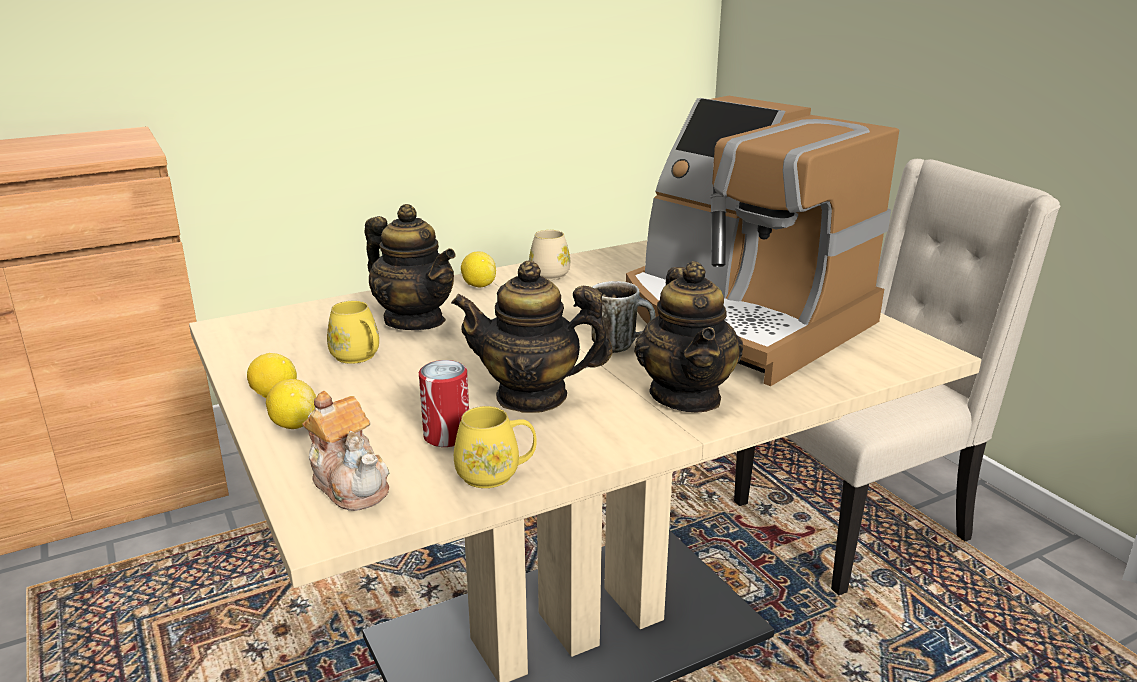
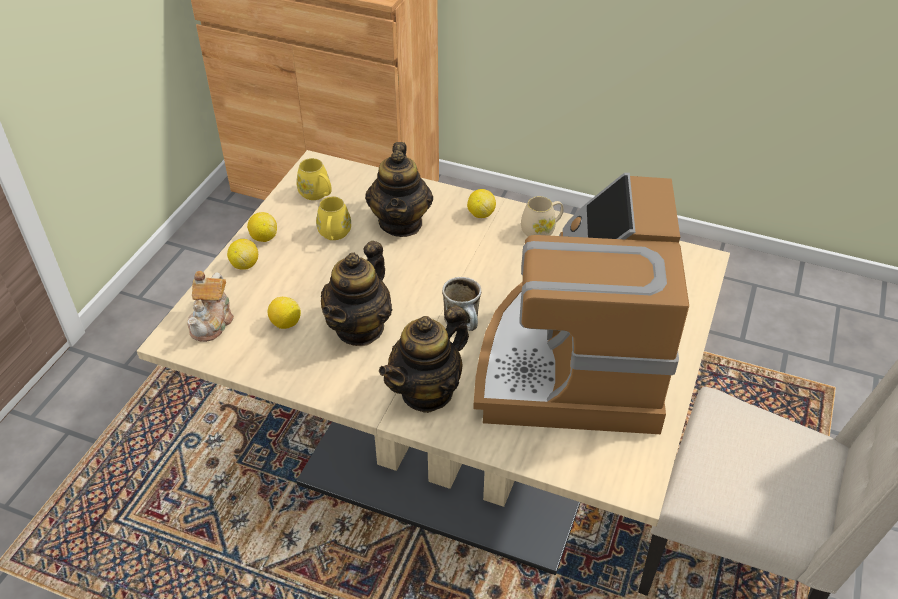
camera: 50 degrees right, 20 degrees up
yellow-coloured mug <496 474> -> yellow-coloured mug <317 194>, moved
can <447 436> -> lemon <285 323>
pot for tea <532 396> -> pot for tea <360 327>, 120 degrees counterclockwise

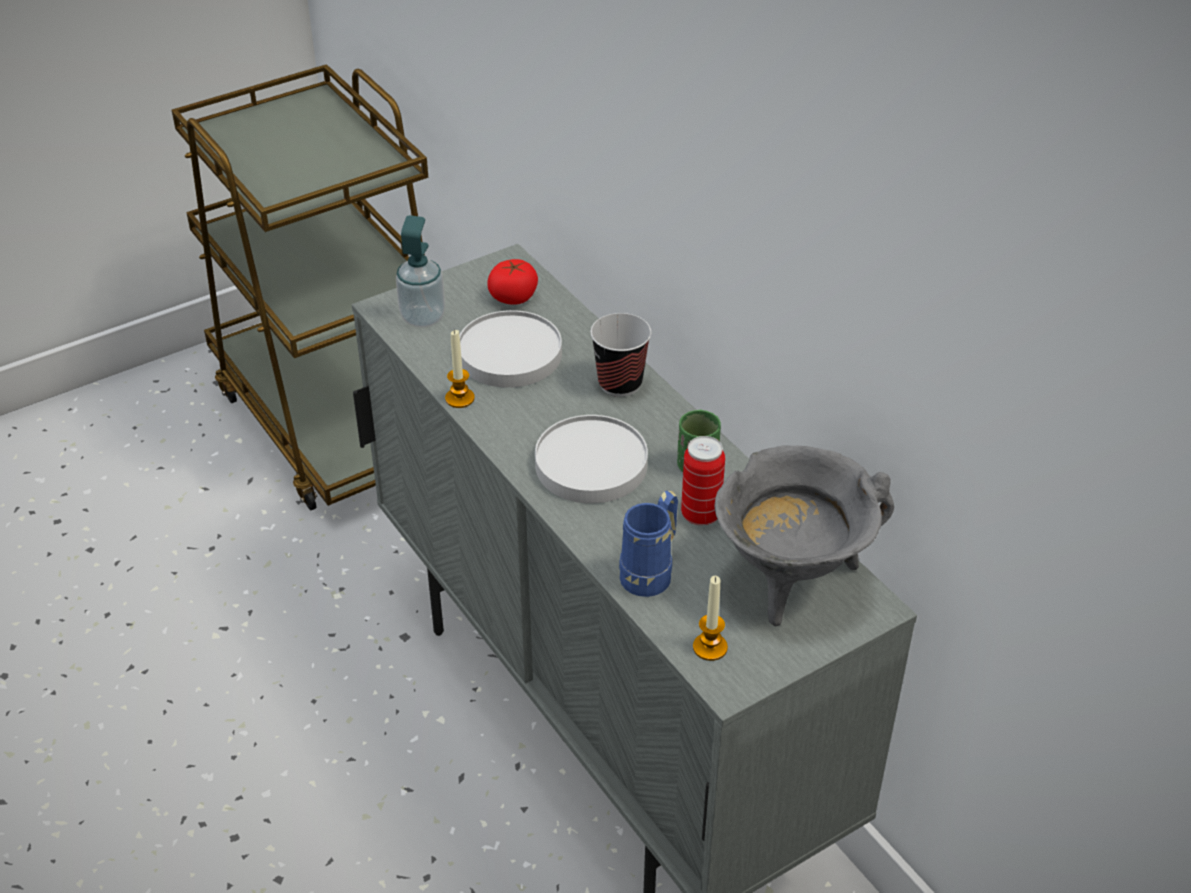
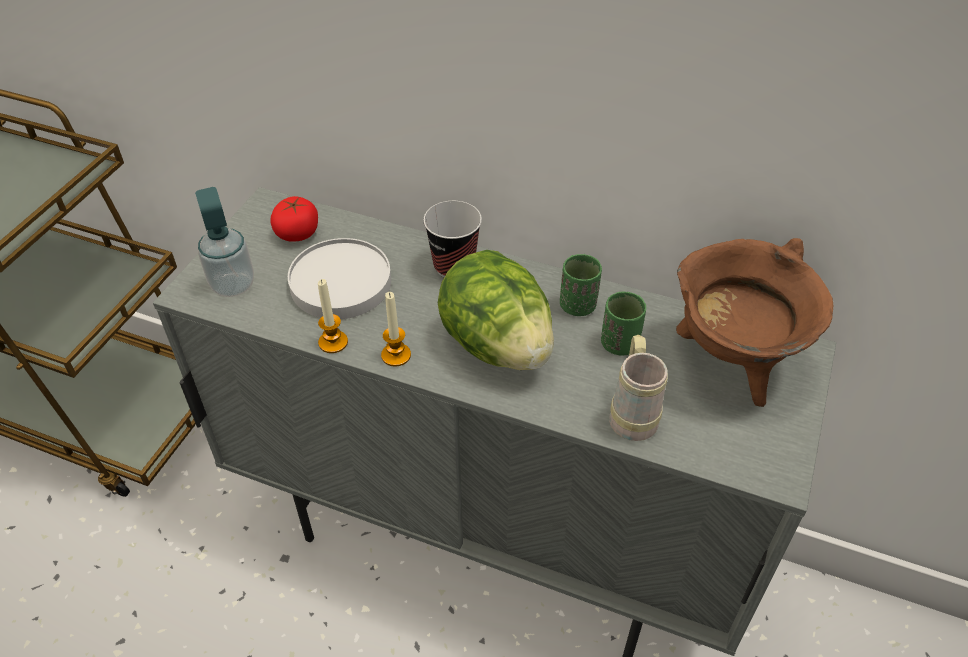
camera: 35 degrees left, 5 degrees up
wax candle <710 647> -> wax candle <396 355>, moved
white plate <592 464> -> head of lettuce <497 345>
can <700 515> -> green-coloured small cup <619 344>
blue mug <652 572> -> sand-coloured mug <632 413>
greyish saucepot <791 580> -> brownish saucepot <733 362>

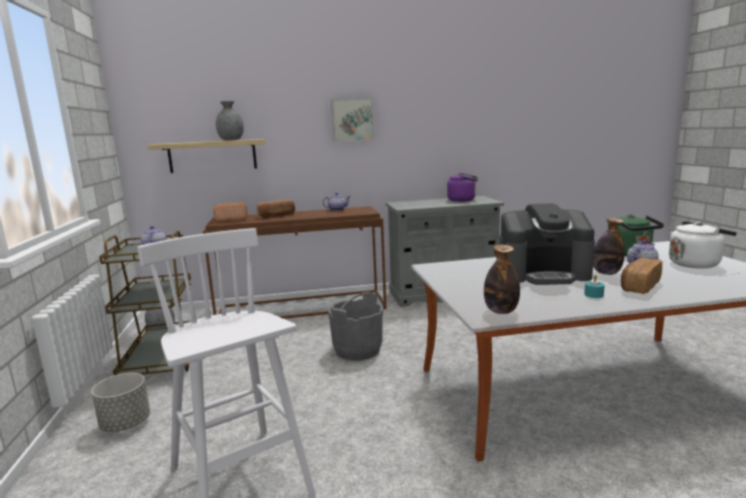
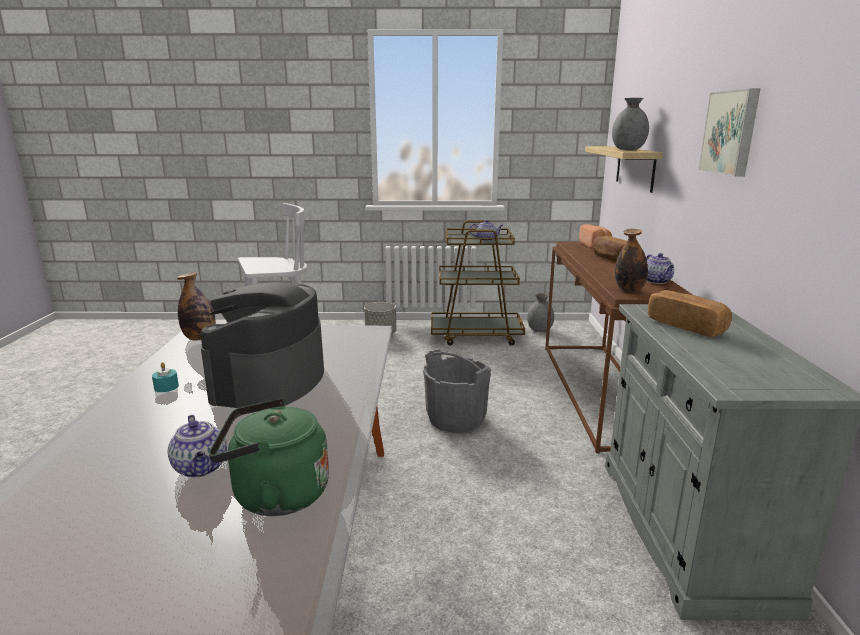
camera: 100 degrees right, 5 degrees up
purple-coloured kettle <463 200> -> none
white kettle <695 264> -> none
beverage bottle <606 273> -> beverage bottle <629 290>, moved
bread <639 286> -> bread <686 326>, moved

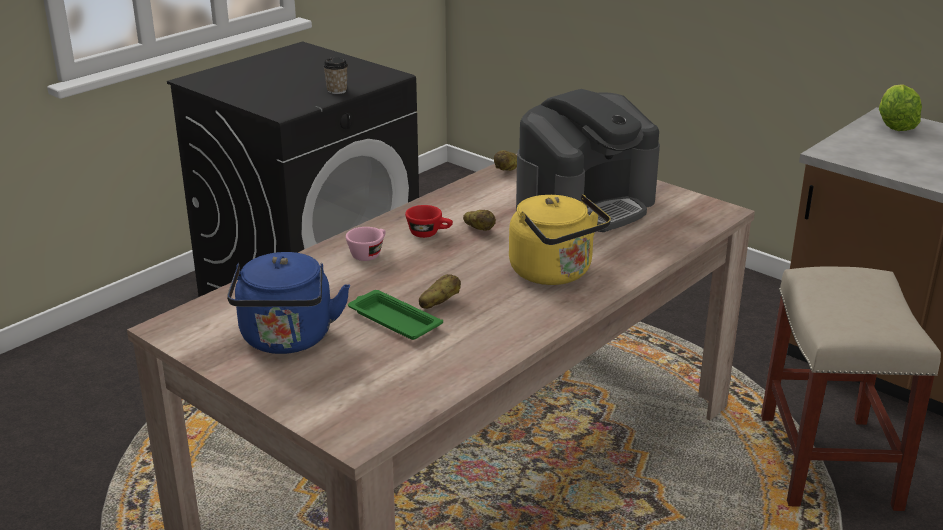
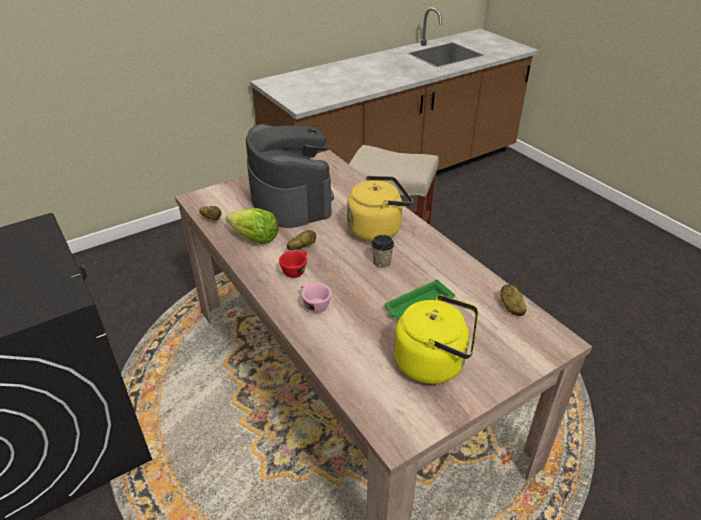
camera: 75 degrees left, 10 degrees up
small cup <337 91> -> small cup <382 262>, moved
potato <439 303> -> potato <511 307>, moved
head of lettuce <895 125> -> head of lettuce <254 238>, moved
blue kettle <287 340> -> yellow-coloured kettle <434 363>

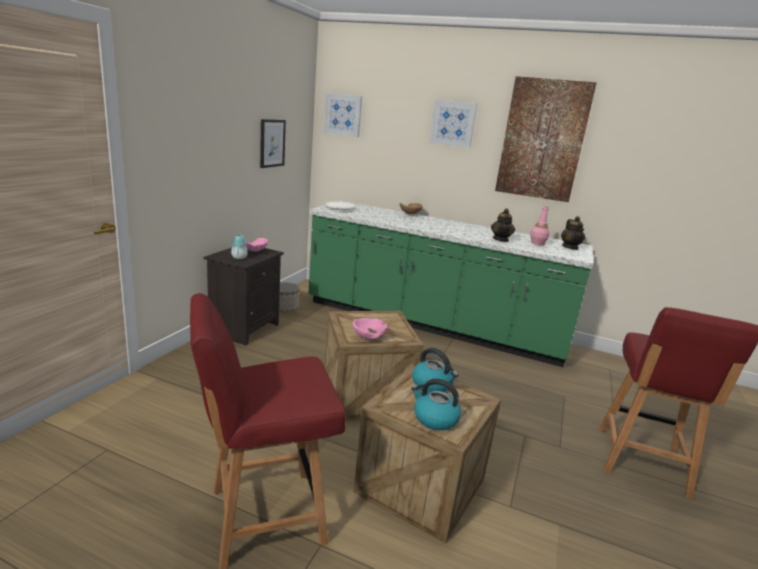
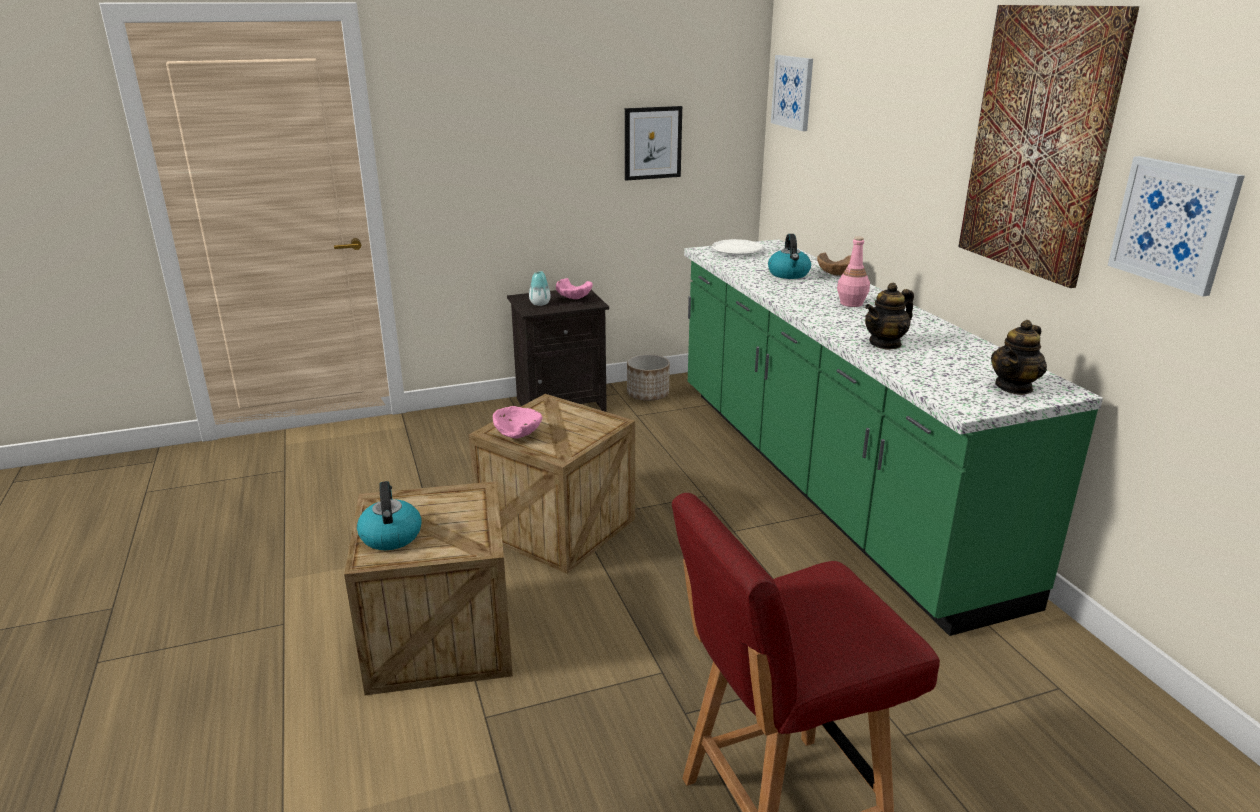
camera: 50 degrees right, 5 degrees up
red chair <263 516> -> none
kettle <432 385> -> kettle <789 274>, moved
wall picture <453 123> -> wall picture <1173 223>, moved
pink-coloured beverage bottle <537 243> -> pink-coloured beverage bottle <851 303>, moved

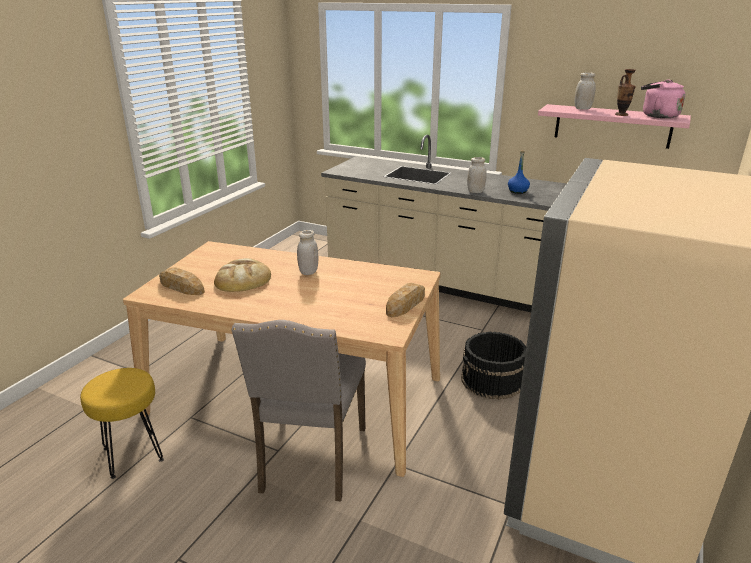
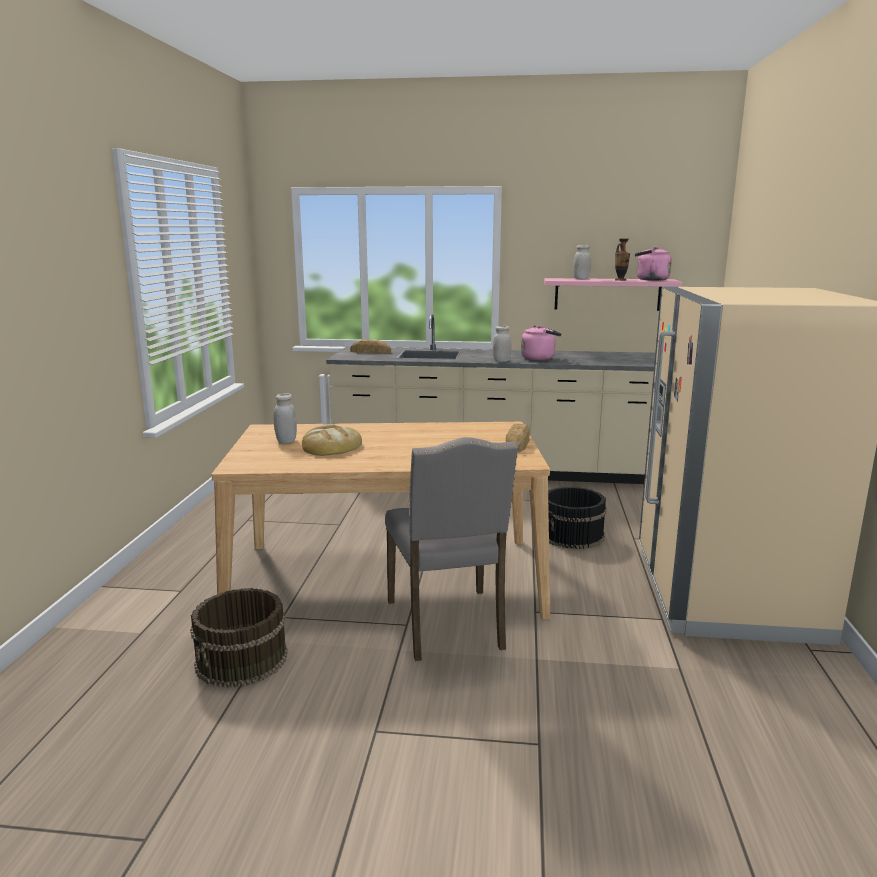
camera: 20 degrees left, 10 degrees down
bread <181 286> -> bread <370 352>, moved
white preserve jar <308 272> -> white preserve jar <286 441>, moved
yellow-coloured sitting stool <134 454> -> brownish pail <242 660>
blue beverage bottle <518 191> -> pink-coloured kettle <539 358>

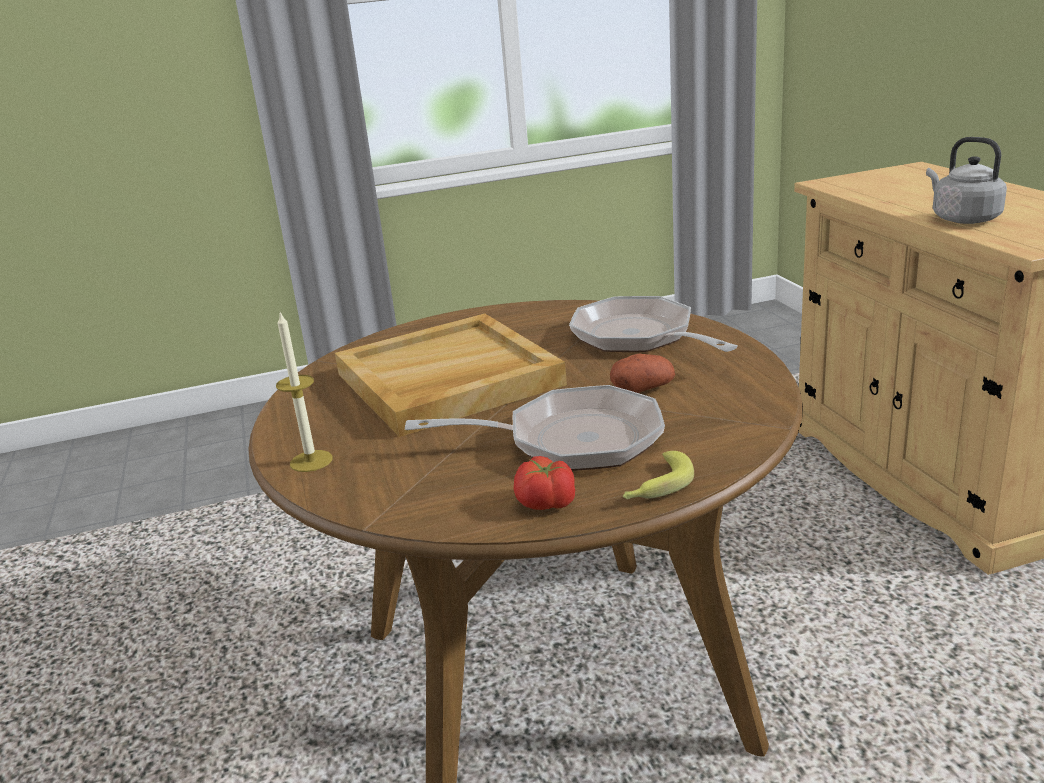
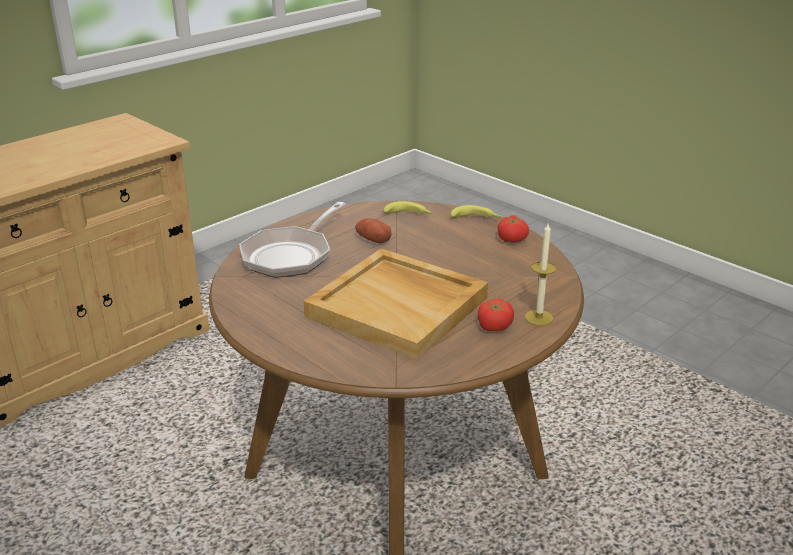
camera: 120 degrees left, 5 degrees up
frying pan <571 441> -> none
greyish kettle <962 219> -> none
none -> whole banana <409 215>
none -> whole tomato <493 326>

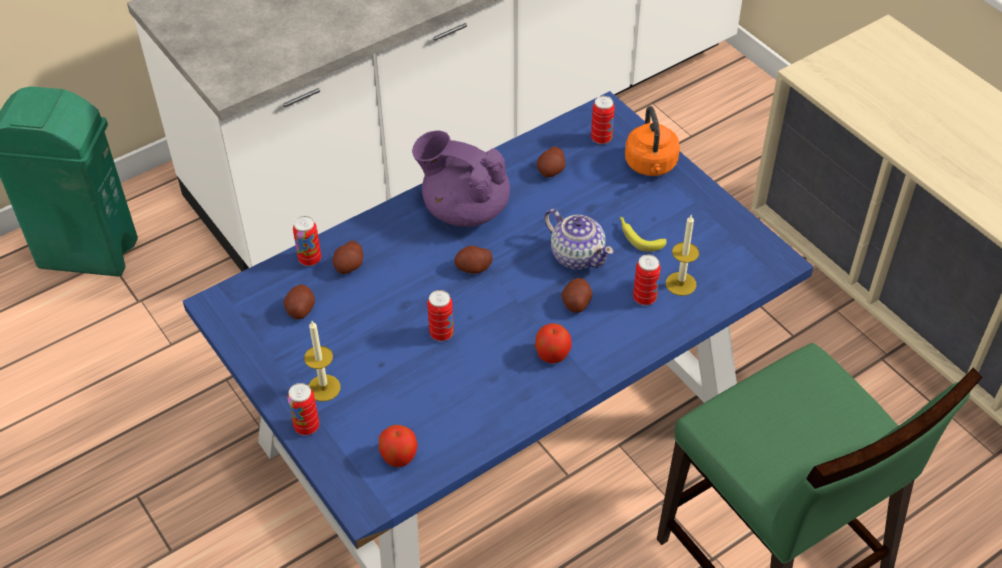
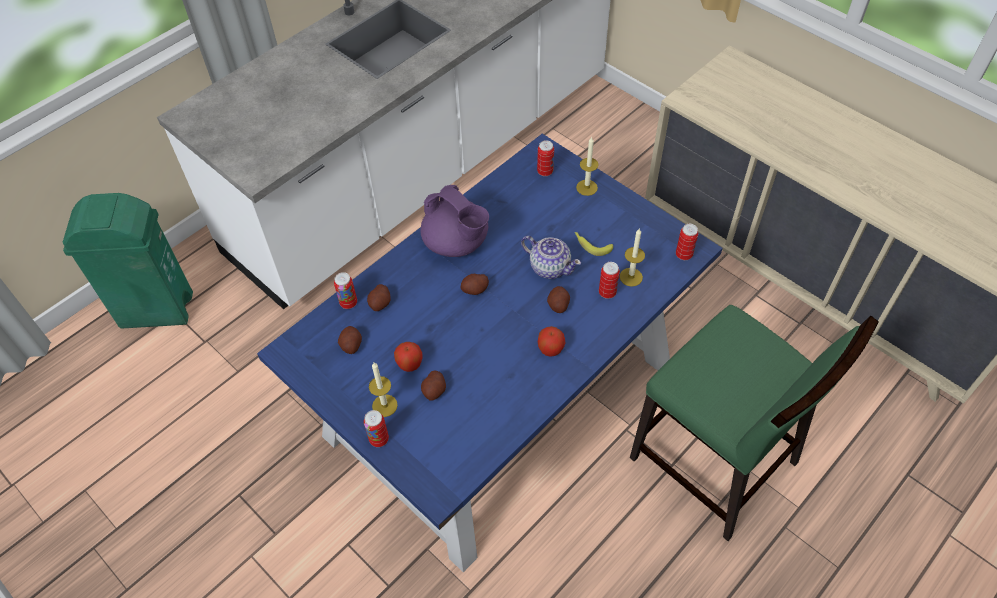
camera: 10 degrees left, 5 degrees up
apple fruit <399 456> -> apple fruit <410 364>, moved
can <441 333> -> can <684 255>, moved
potato <551 170> -> potato <434 390>, moved
orange kettle <651 165> -> wax candle <587 187>
purple-coloured pot for tea <464 208> -> purple-coloured pot for tea <456 243>, 150 degrees counterclockwise

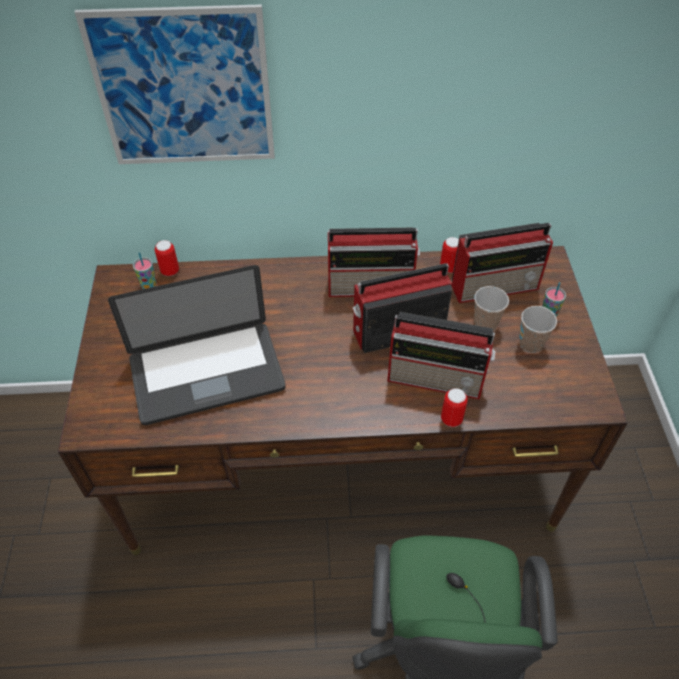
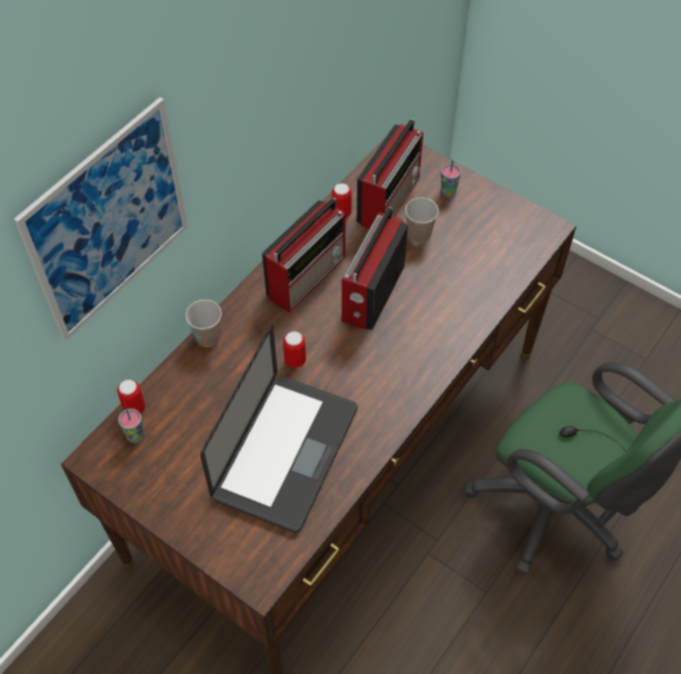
camera: 50 degrees left, 5 degrees up
radio <437 378> -> none
can <451 419> -> can <295 360>, moved
small cup <530 344> -> small cup <208 337>, moved

